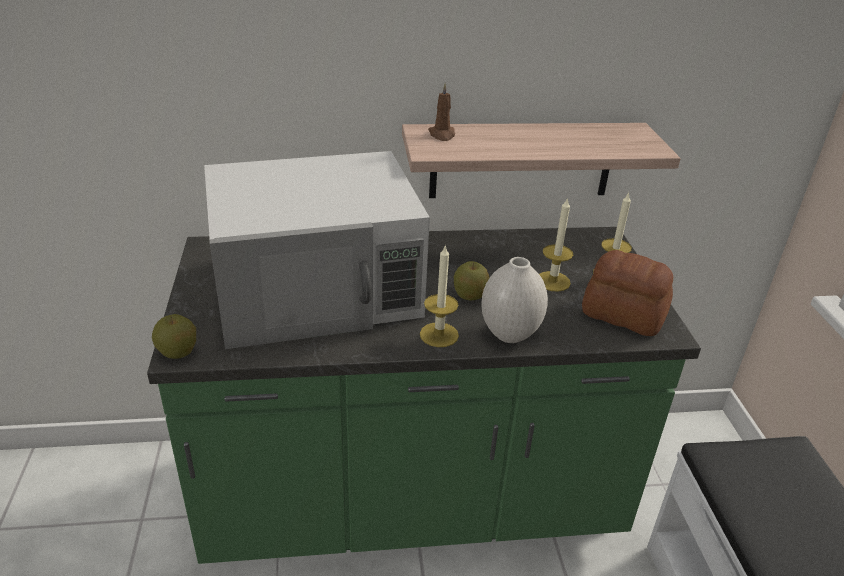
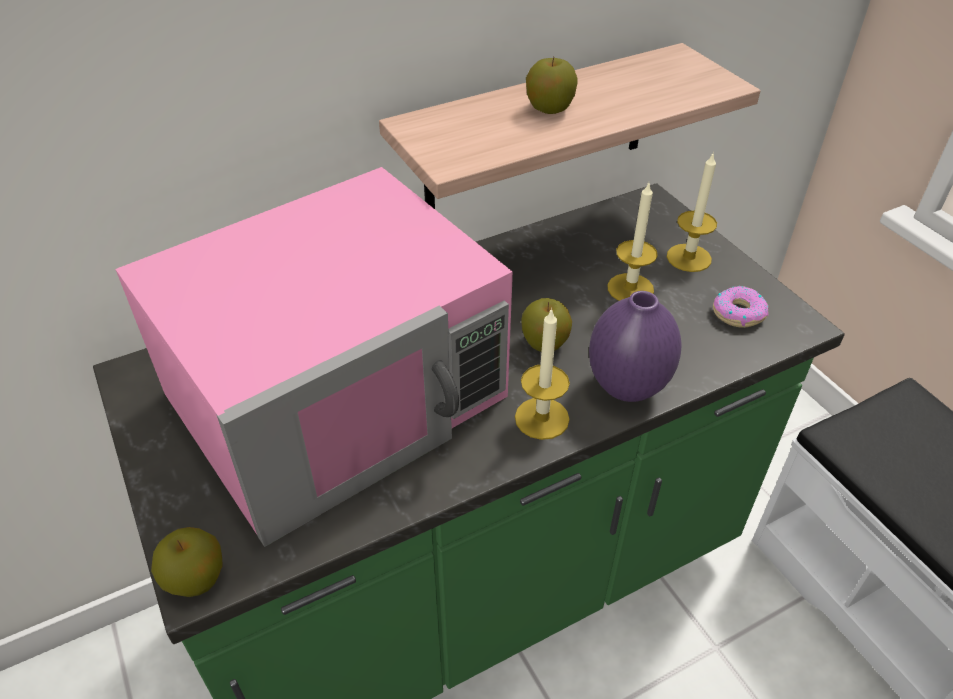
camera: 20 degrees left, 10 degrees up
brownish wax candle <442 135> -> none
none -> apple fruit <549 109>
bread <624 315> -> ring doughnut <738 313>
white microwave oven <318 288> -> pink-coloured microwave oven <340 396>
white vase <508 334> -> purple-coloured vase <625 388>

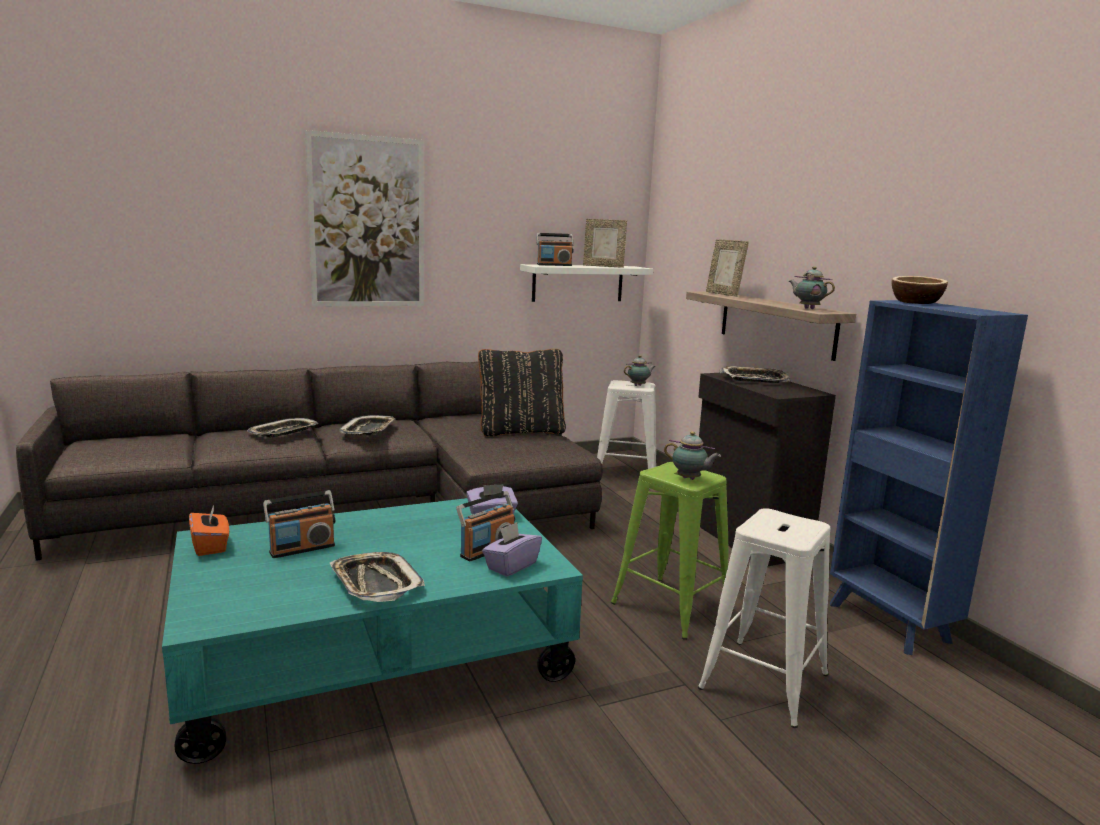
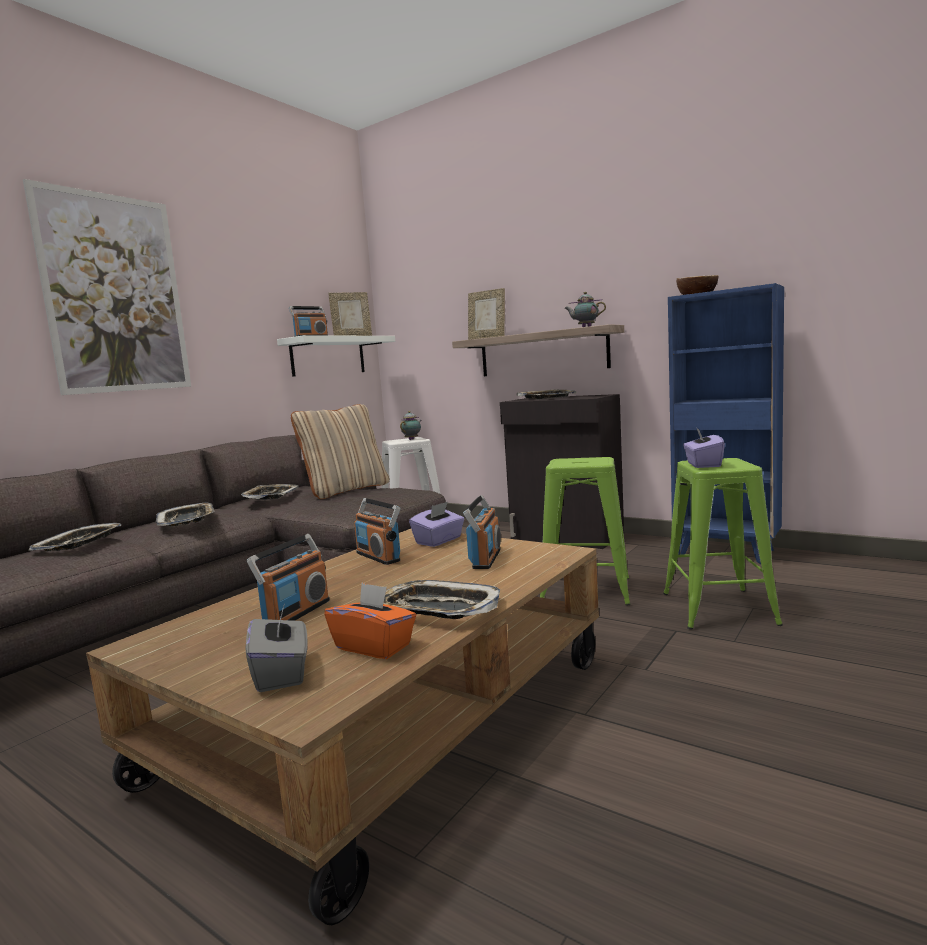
camera: 30 degrees left, 5 degrees down
pot for tea <690 479> -> none
none -> carrying tray <270 496>
none -> greyish box of tissues <282 673>
none -> radio <378 557>
orange box of tissues <210 546> -> orange box of tissues <374 646>, moved
purple-coloured box of tissues <511 566> -> purple-coloured box of tissues <703 465>, moved
blue-green low table <373 652> -> brownish low table <390 718>
black throw pillow <521 431> -> sand-coloured throw pillow <346 490>
white sitting stool <765 681> -> green-coloured sitting stool <718 608>

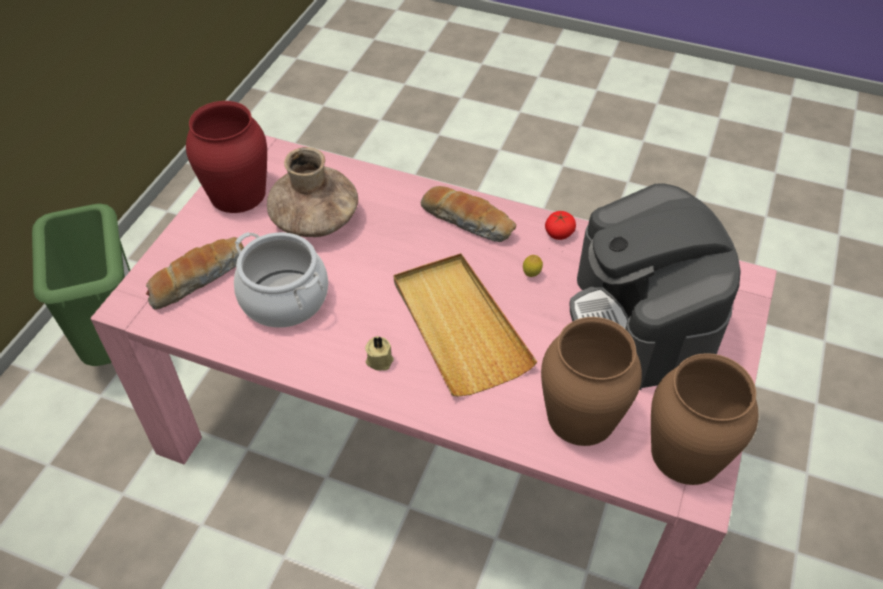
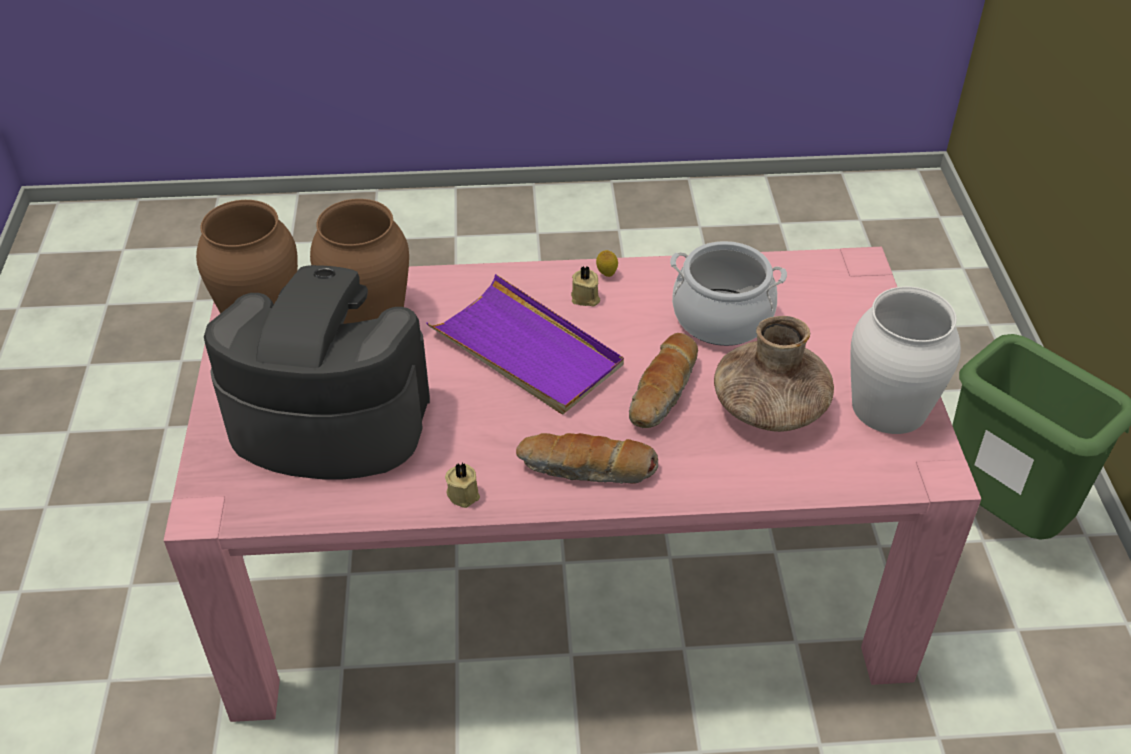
camera: 155 degrees right, 5 degrees down
bread <197 278> -> bread <664 392>, moved
lemon <531 275> -> lemon <606 275>, moved
whole tomato <559 233> -> sand-coloured wax candle <464 493>
red vase <237 194> -> white vase <888 406>
sand-coloured carrying tray <458 326> -> purple-coloured carrying tray <527 350>
coffee brewer <642 321> -> coffee brewer <327 419>, 45 degrees counterclockwise

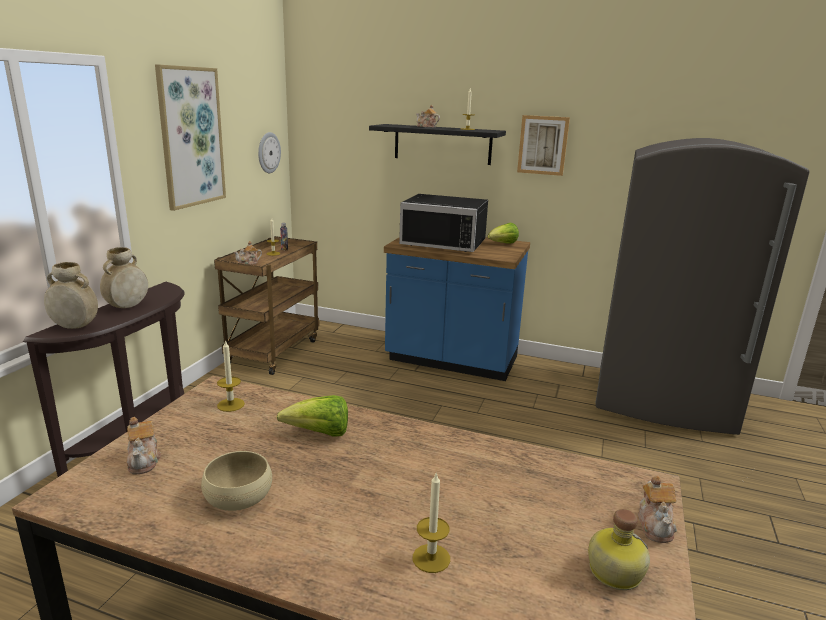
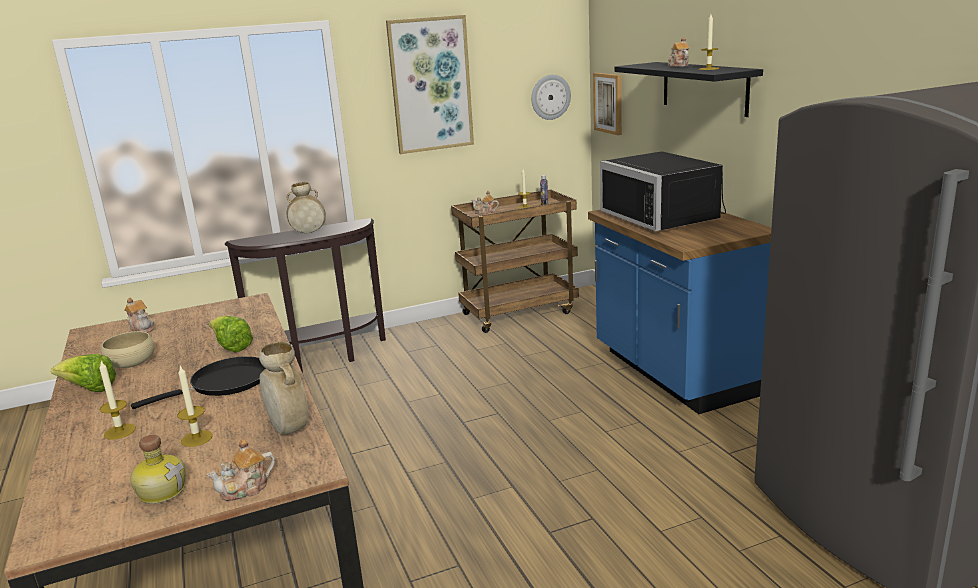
camera: 50 degrees right, 0 degrees up
none -> black frying pan <225 383>
sand-coloured vase <74 327> -> sand-coloured vase <288 429>, moved
wax candle <230 405> -> wax candle <196 438>, moved
head of lettuce <502 244> -> head of lettuce <89 389>, moved
wall picture <543 145> -> wall picture <609 103>, moved
pot for tea <144 460> -> pot for tea <142 328>, 75 degrees counterclockwise

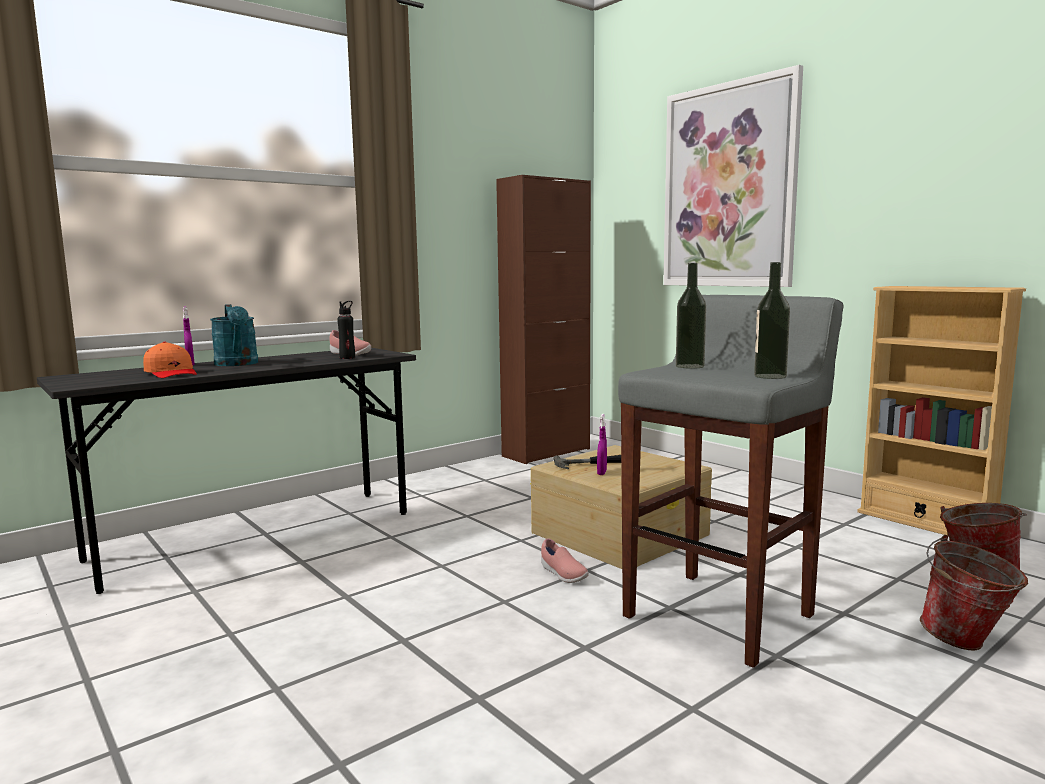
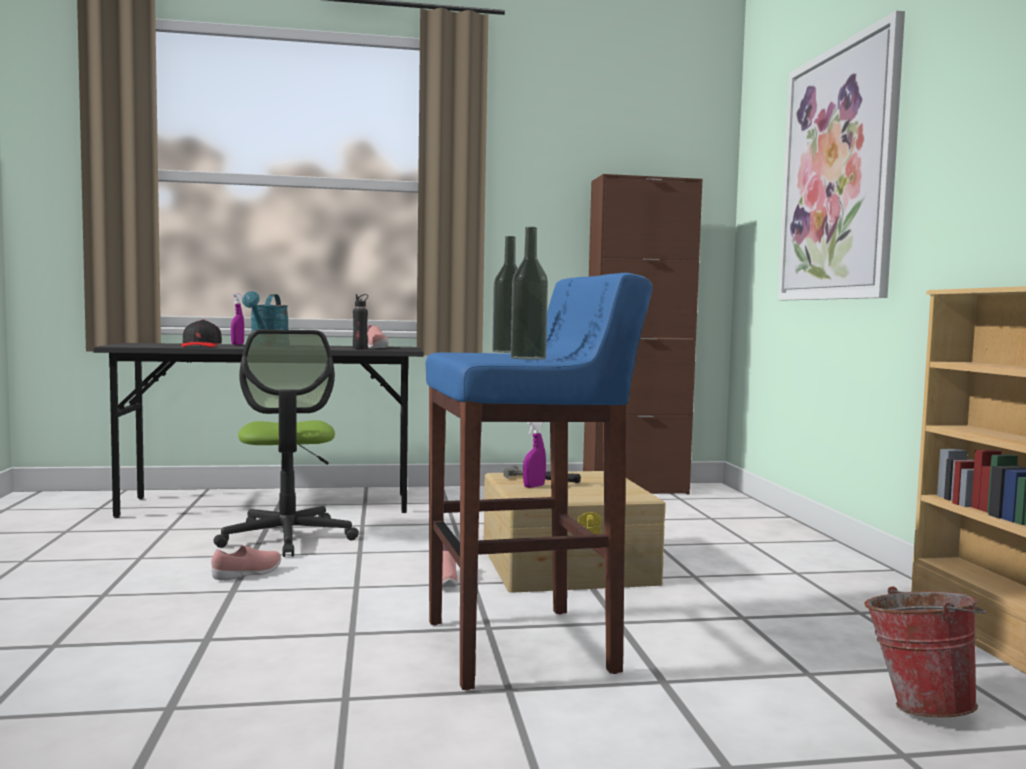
camera: 30 degrees right, 5 degrees down
pail <967 643> -> none
none -> pink-coloured low shoe <247 574>
none -> office chair <287 538>
orange cap <171 373> -> black cap <201 346>
greyish sitting stool <720 615> -> blue sitting stool <523 646>

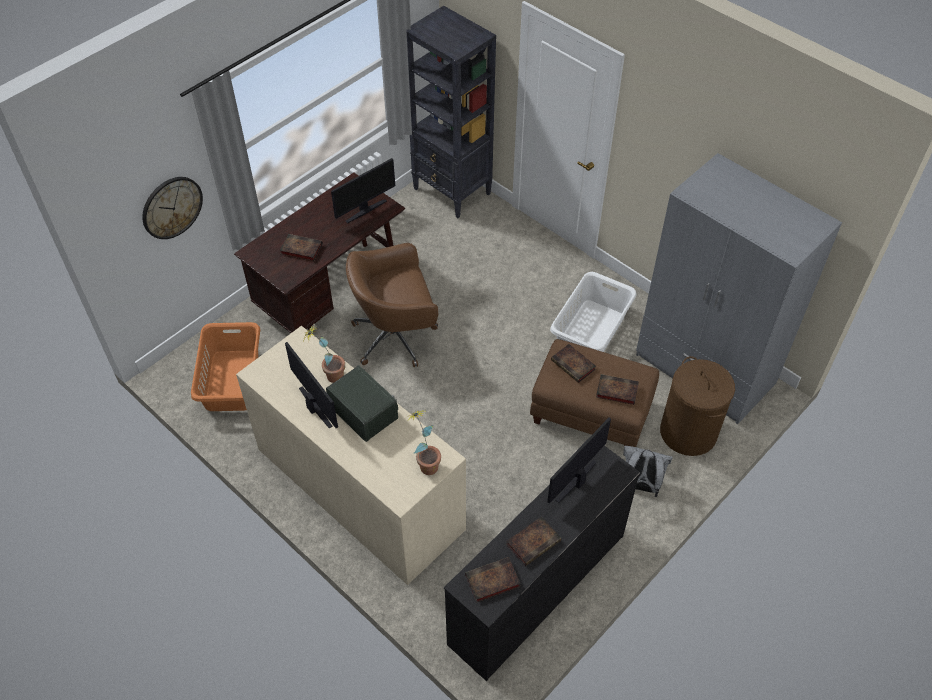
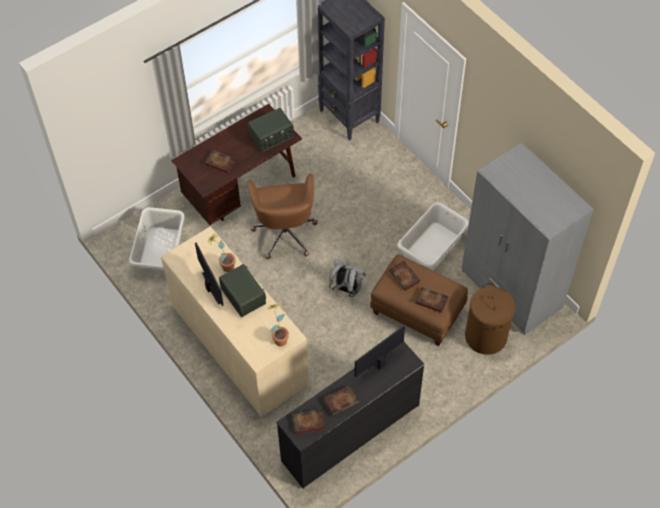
camera: 10 degrees right, 5 degrees up
hanging clock <172 207> -> none
greyish knapsack <640 486> -> greyish knapsack <346 289>, moved
computer screen <365 210> -> radio <272 137>
orange washing basket <231 381> -> greyish washing basket <159 251>
brownish office chair <396 336> -> brownish office chair <285 232>, 90 degrees counterclockwise

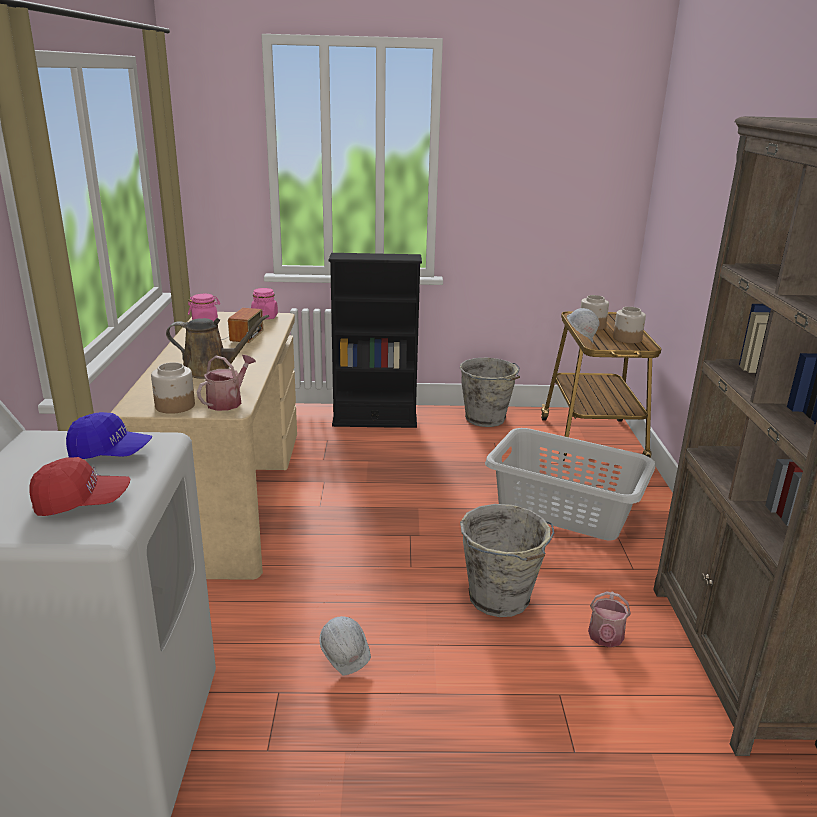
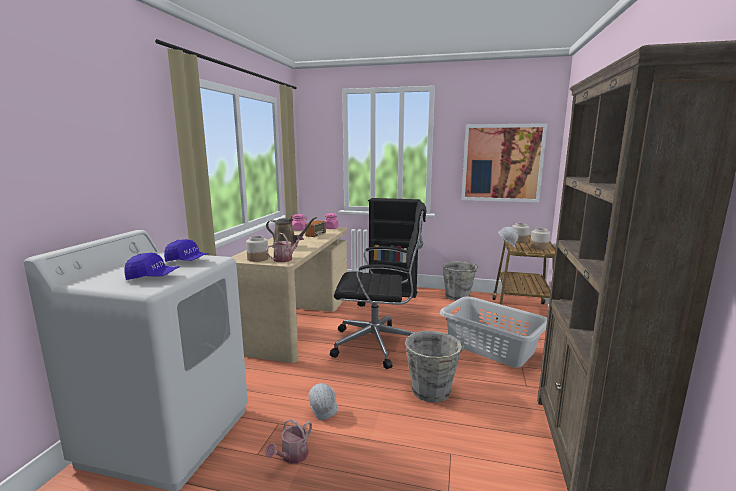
camera: 15 degrees right, 10 degrees down
none -> black office chair <378 344>
none -> wall picture <502 163>
watering pot <605 639> -> watering pot <292 456>, moved
red cap <82 502> -> blue cap <153 277>

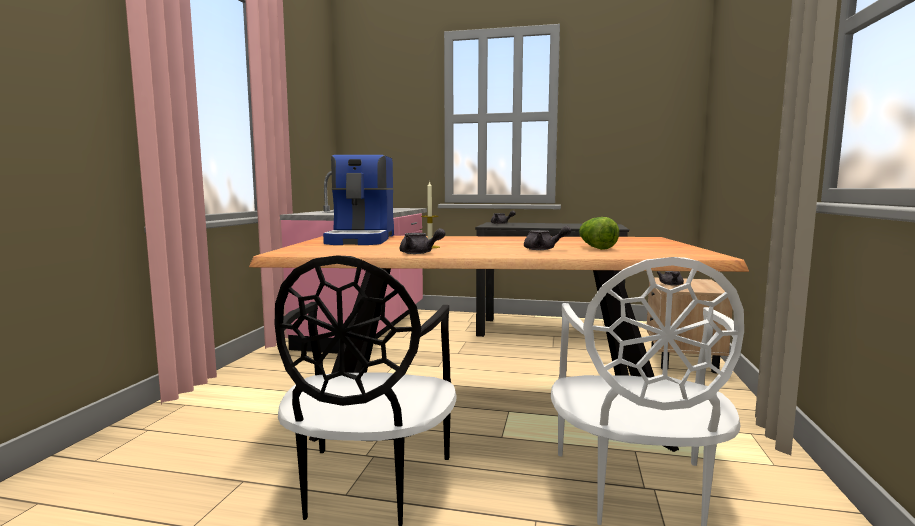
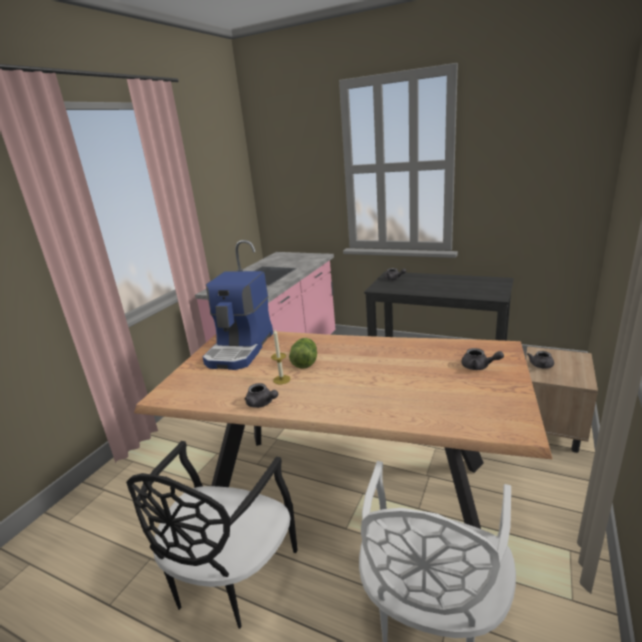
camera: 15 degrees right, 15 degrees up
greyish pot for tea <544 249> -> greyish pot for tea <479 367>, moved
head of lettuce <595 247> -> head of lettuce <304 361>, moved

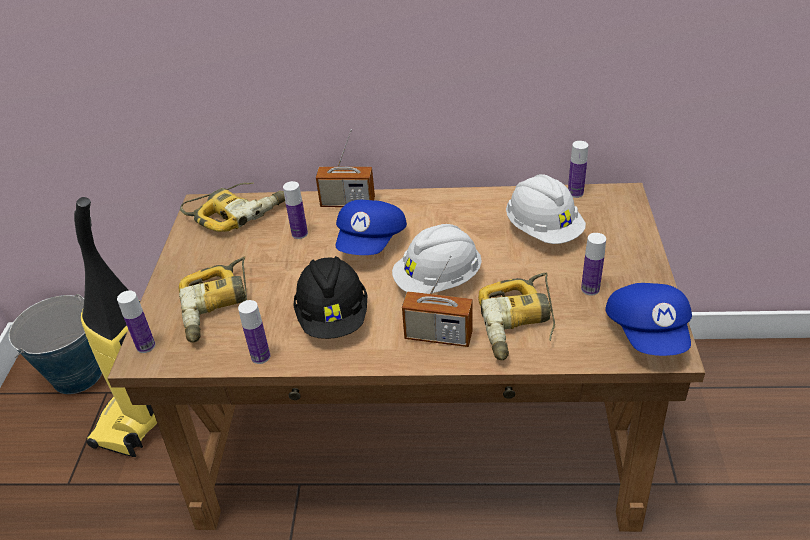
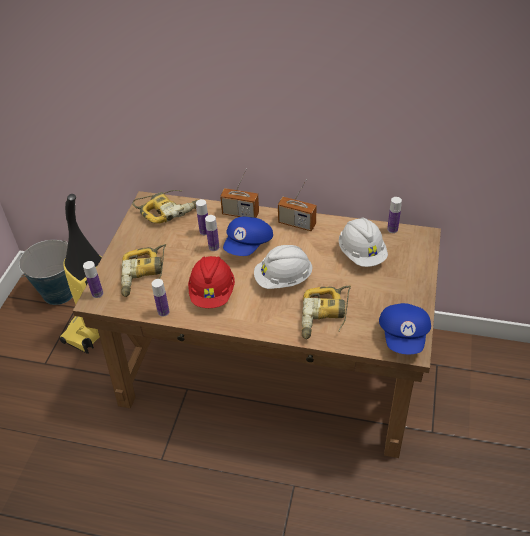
camera: 10 degrees right, 5 degrees up
radio <438 336> -> radio <297 223>, moved
beverage bottle <590 289> -> beverage bottle <214 247>, moved
black work helmet <333 317> -> red work helmet <212 293>

